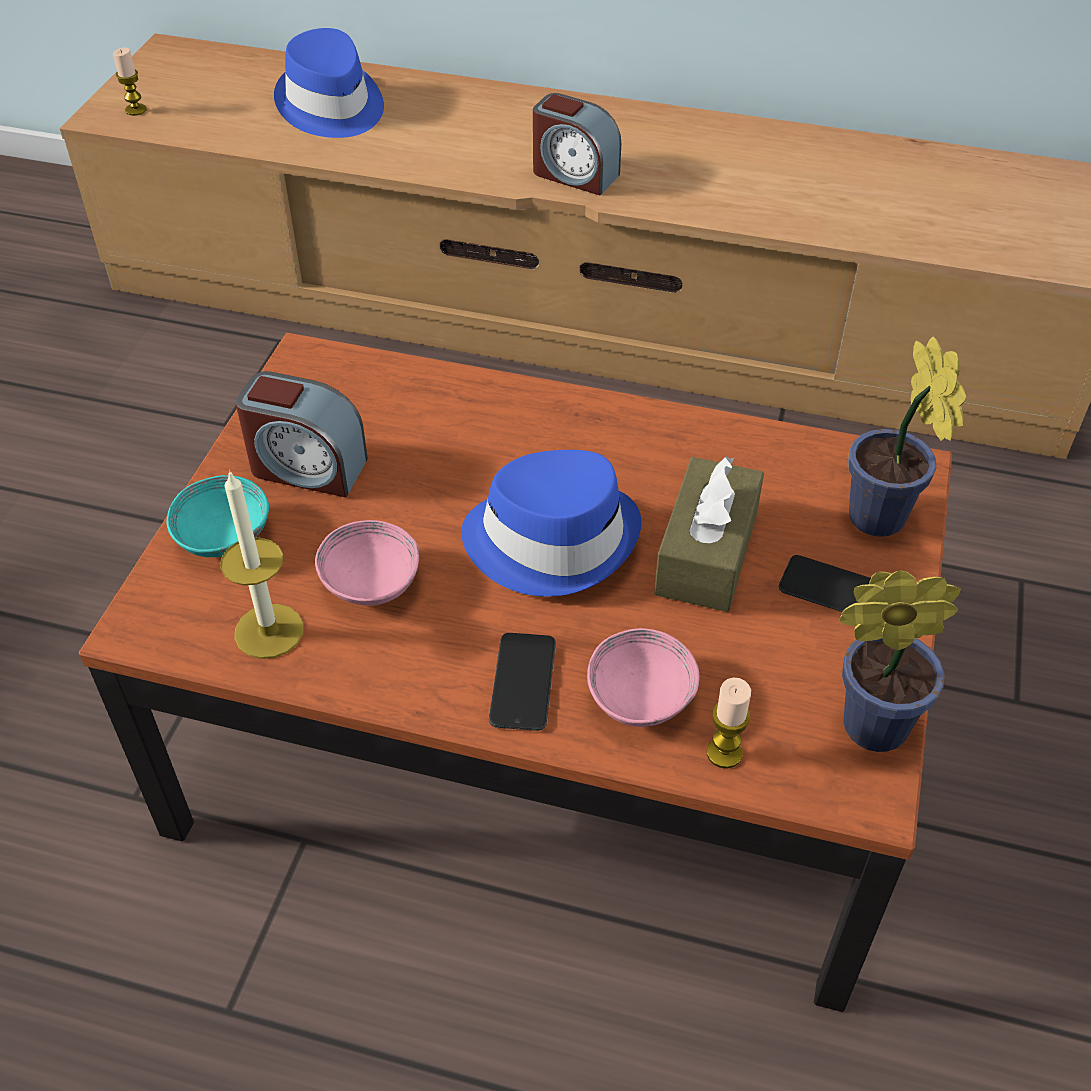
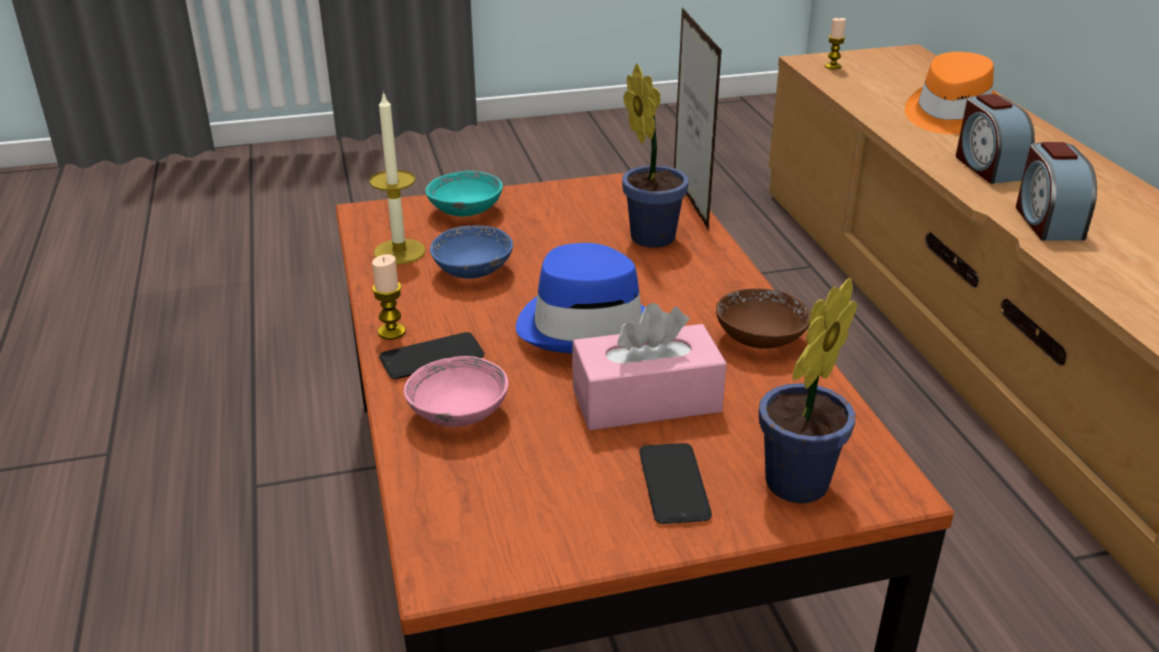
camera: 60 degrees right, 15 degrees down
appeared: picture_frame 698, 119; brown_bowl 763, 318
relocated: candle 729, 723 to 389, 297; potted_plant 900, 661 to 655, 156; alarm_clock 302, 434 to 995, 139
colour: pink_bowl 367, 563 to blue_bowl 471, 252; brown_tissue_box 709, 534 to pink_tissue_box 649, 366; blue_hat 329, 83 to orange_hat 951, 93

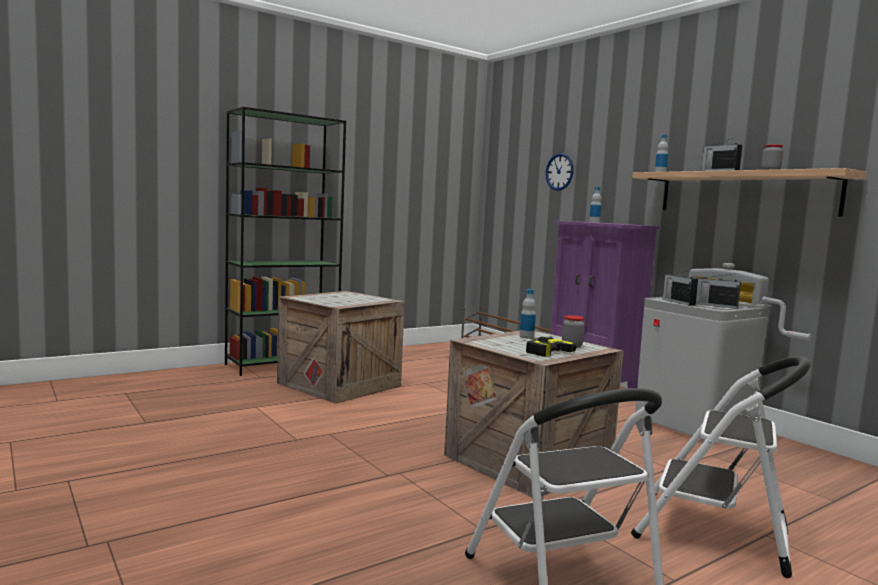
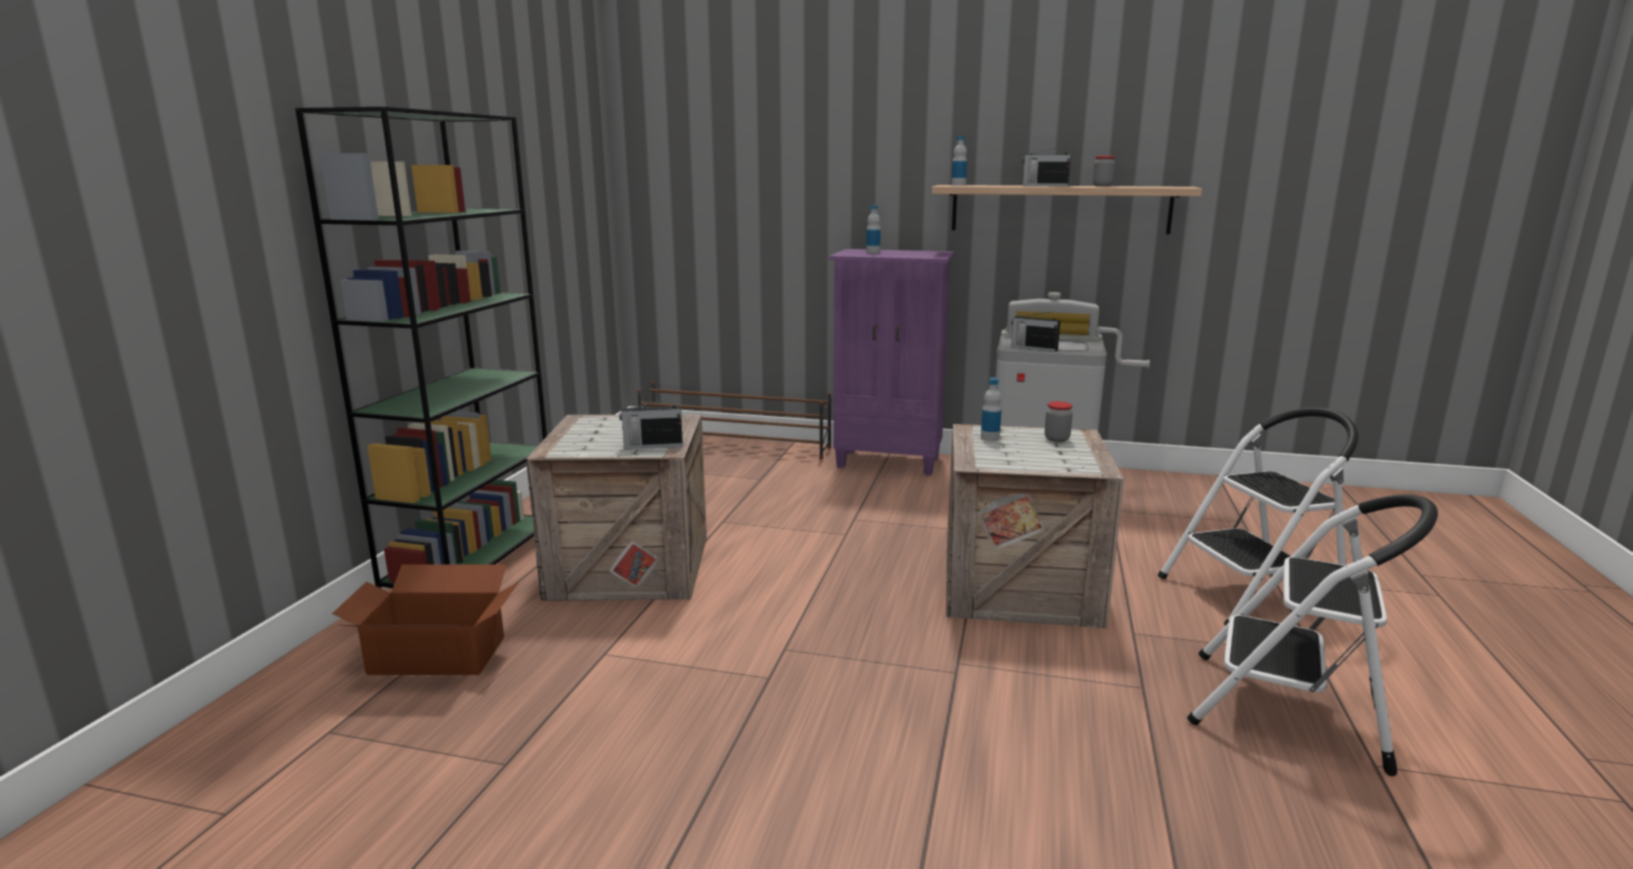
camera: 40 degrees left, 10 degrees up
missing: power_drill 549, 346; wall_clock 560, 172
appeared: cardboard_box 425, 619
relocated: radio 718, 291 to 651, 423

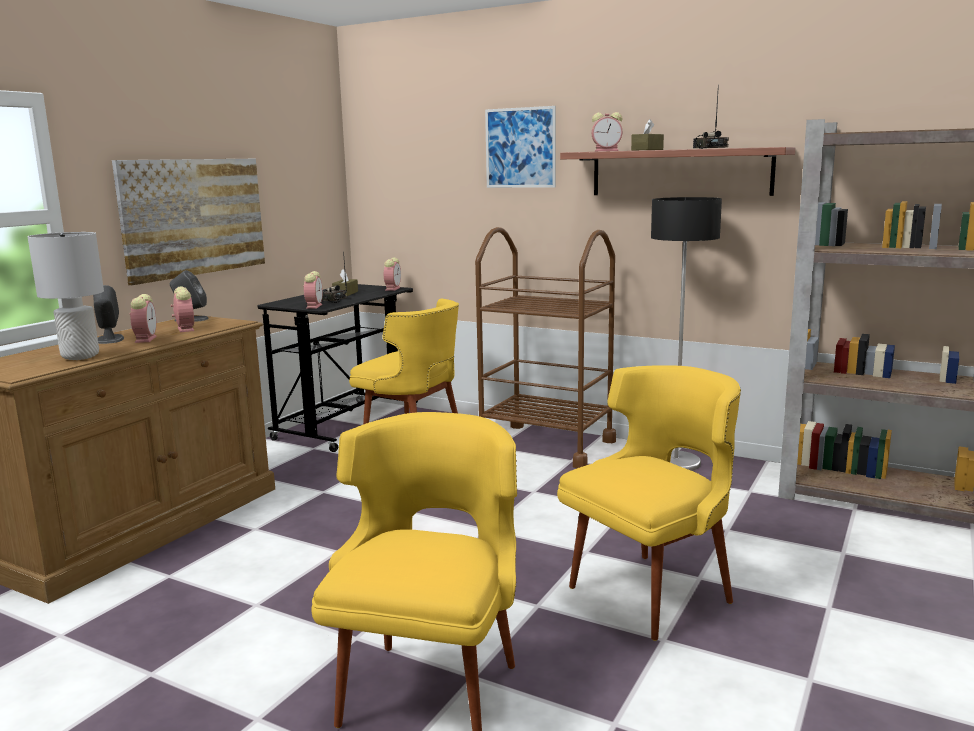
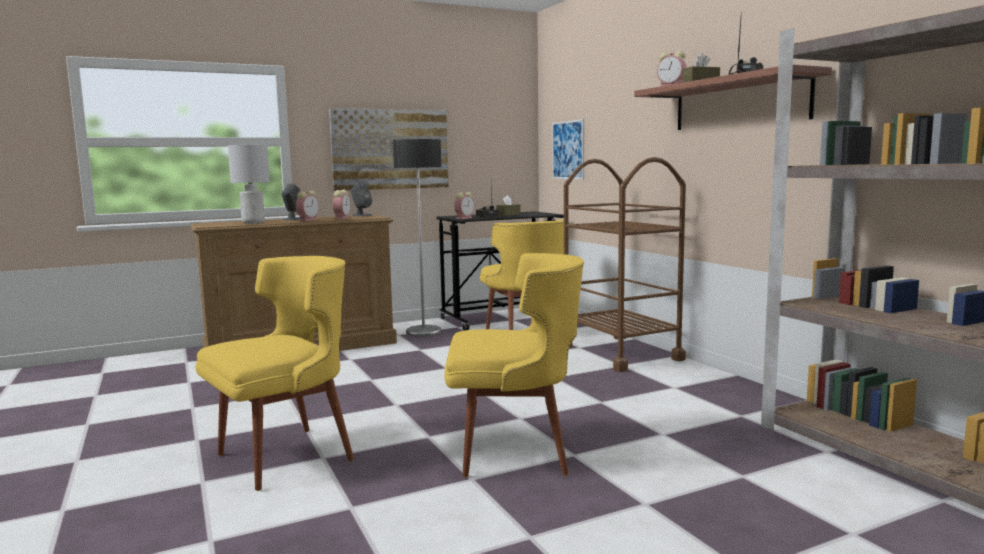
camera: 35 degrees right, 5 degrees down
missing: alarm_clock 392, 274
relocated: floor_lamp 686, 334 to 417, 237; picture 520, 147 to 568, 149

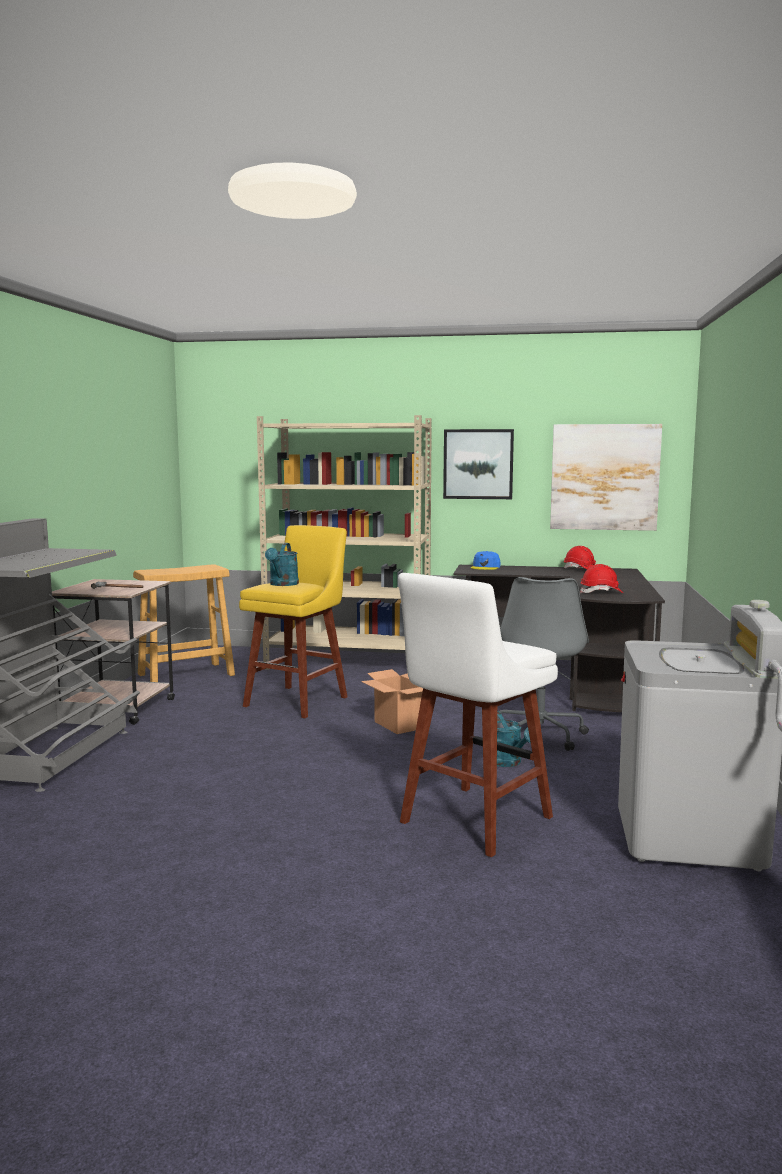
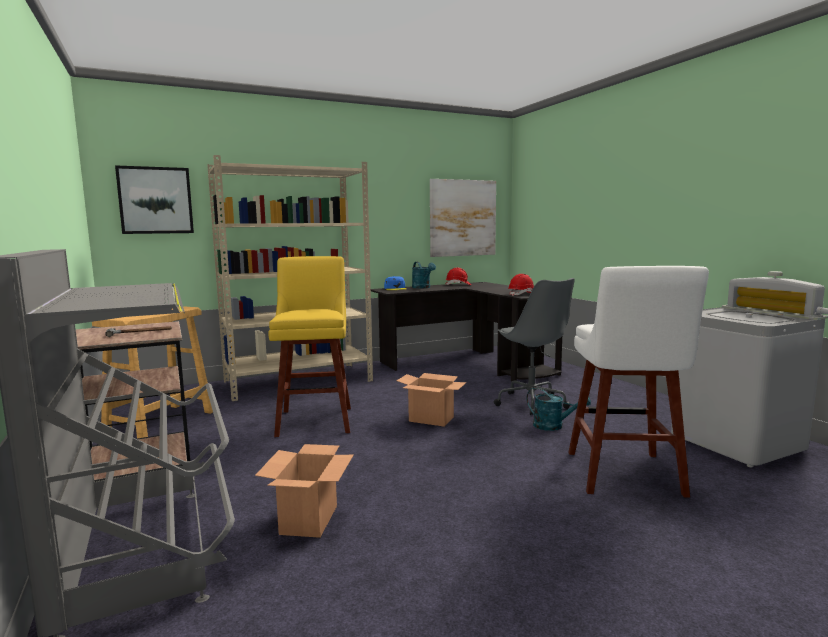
camera: 35 degrees left, 0 degrees up
appeared: cardboard_box 304, 491
relocated: picture 478, 464 to 154, 199; turquoise_watering_can 282, 564 to 424, 275

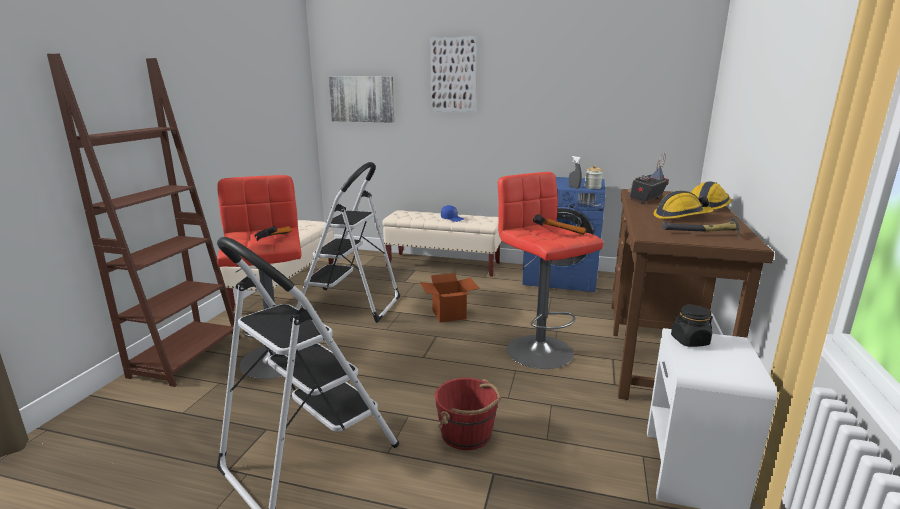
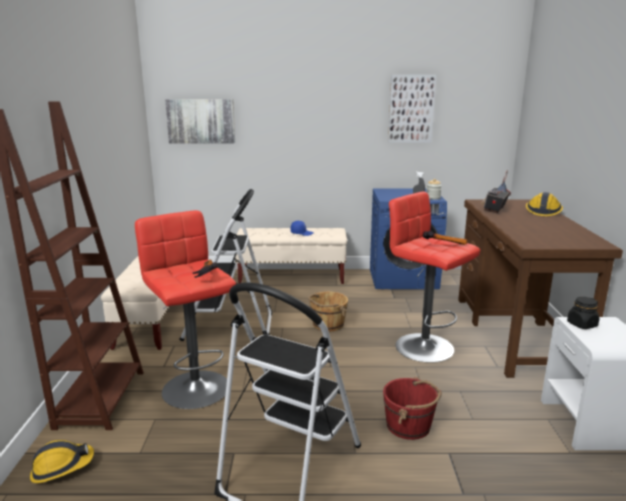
camera: 15 degrees left, 0 degrees up
missing: hammer 701, 228
relocated: hard_hat 683, 204 to 62, 461; picture 453, 74 to 412, 109
exchanged: cardboard_box 449, 298 to brown_bucket 328, 311

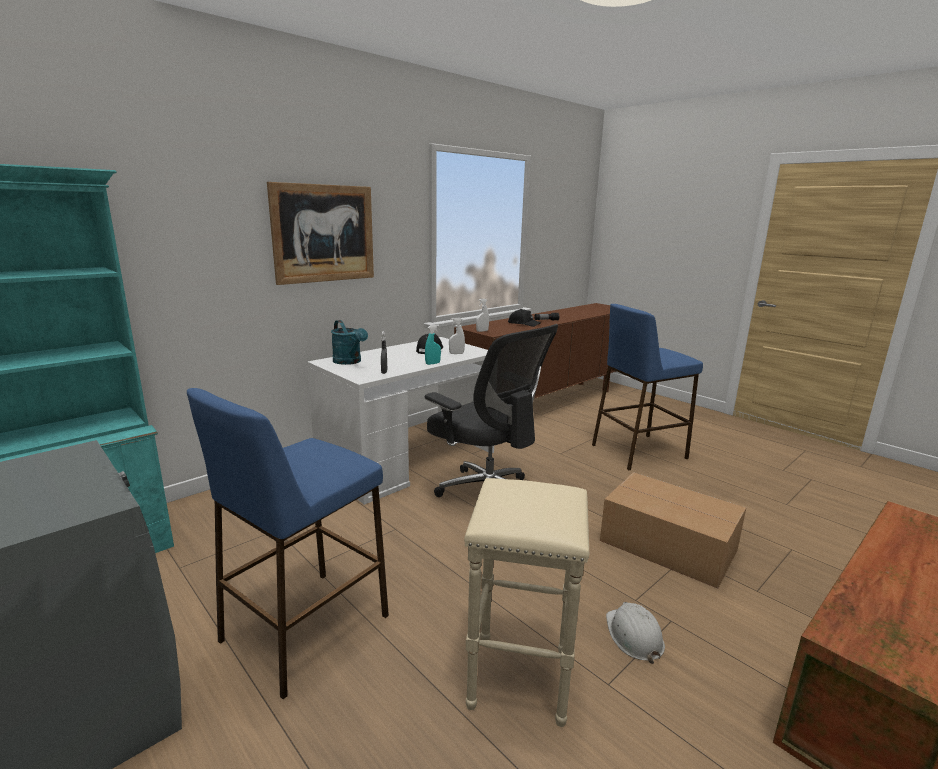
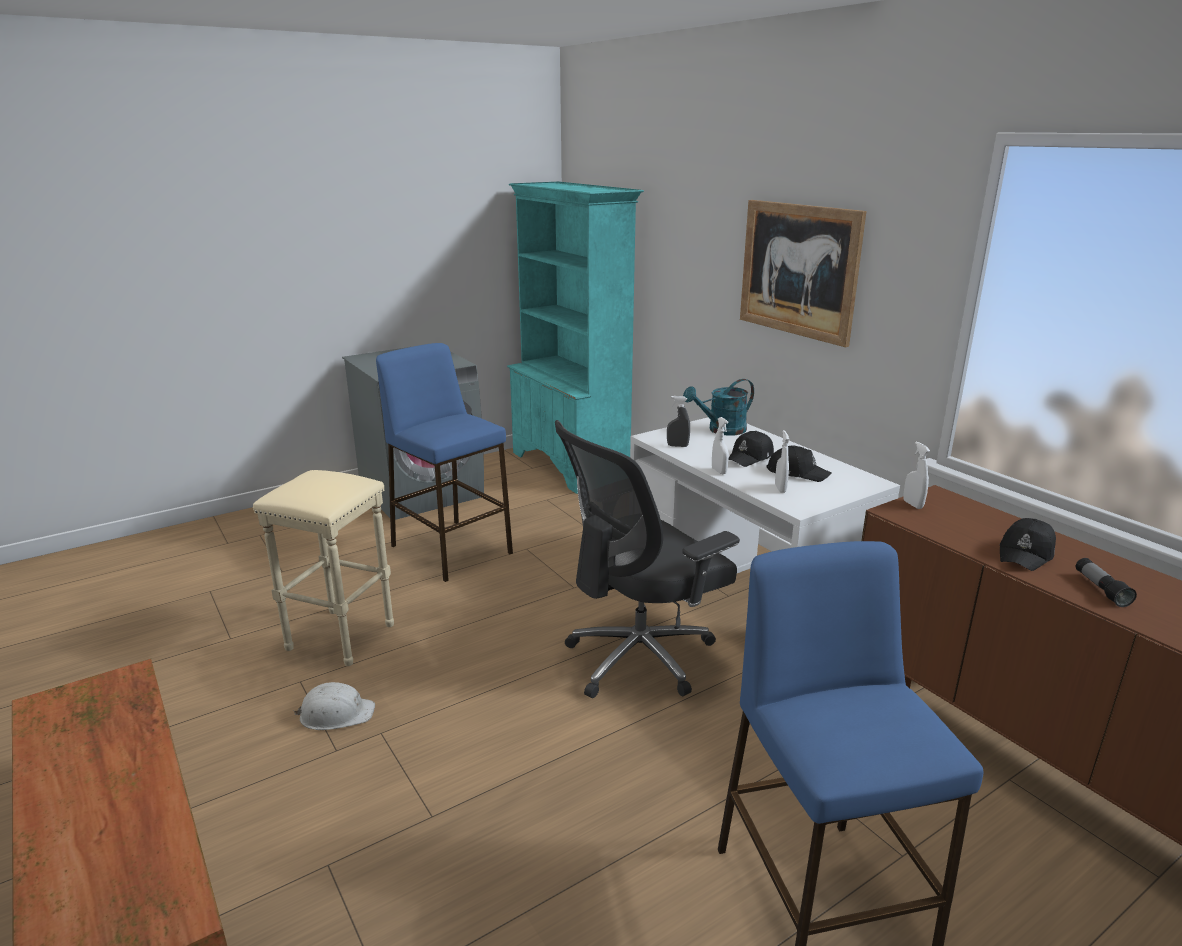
camera: 100 degrees right, 5 degrees up
missing: cardboard_box 673, 530
appeared: black_cap 751, 449
colour: turquoise_spray_bottle 433, 345 to white_spray_bottle 720, 445

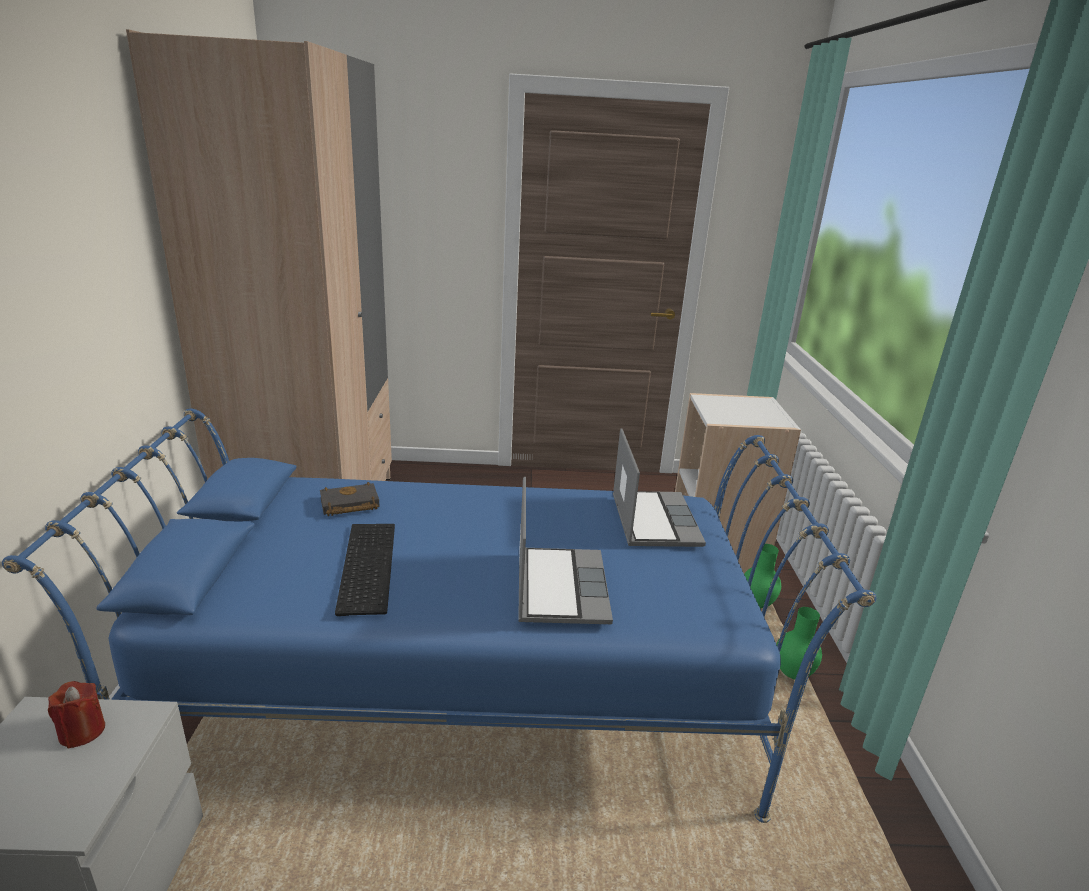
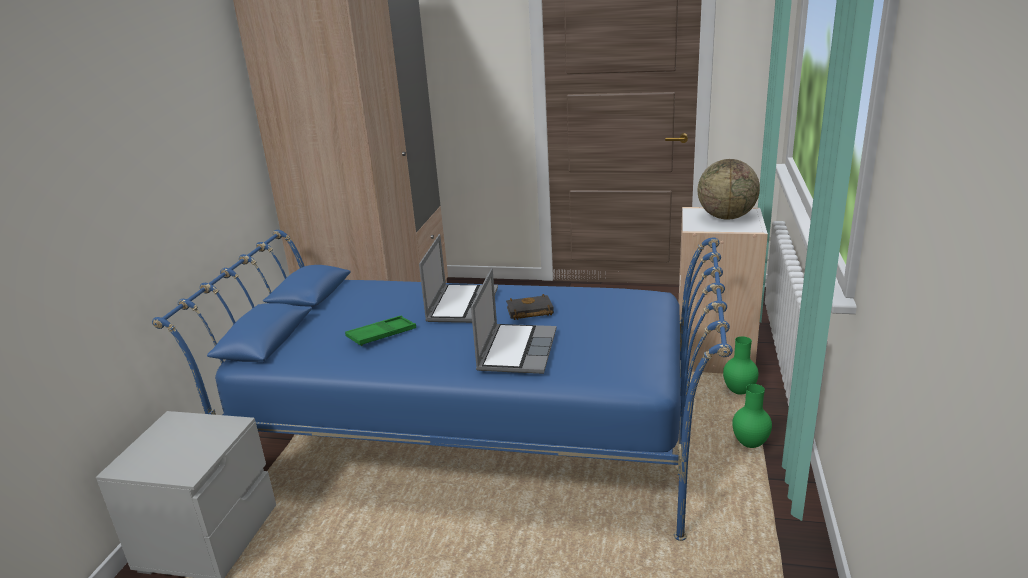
camera: 15 degrees right, 0 degrees up
missing: red_candle 76, 715
appeared: globe 729, 189
relocated: laptop 659, 487 to 458, 278; black_book 350, 499 to 530, 307
exchanged: keyboard 365, 570 to green_tray 380, 331

